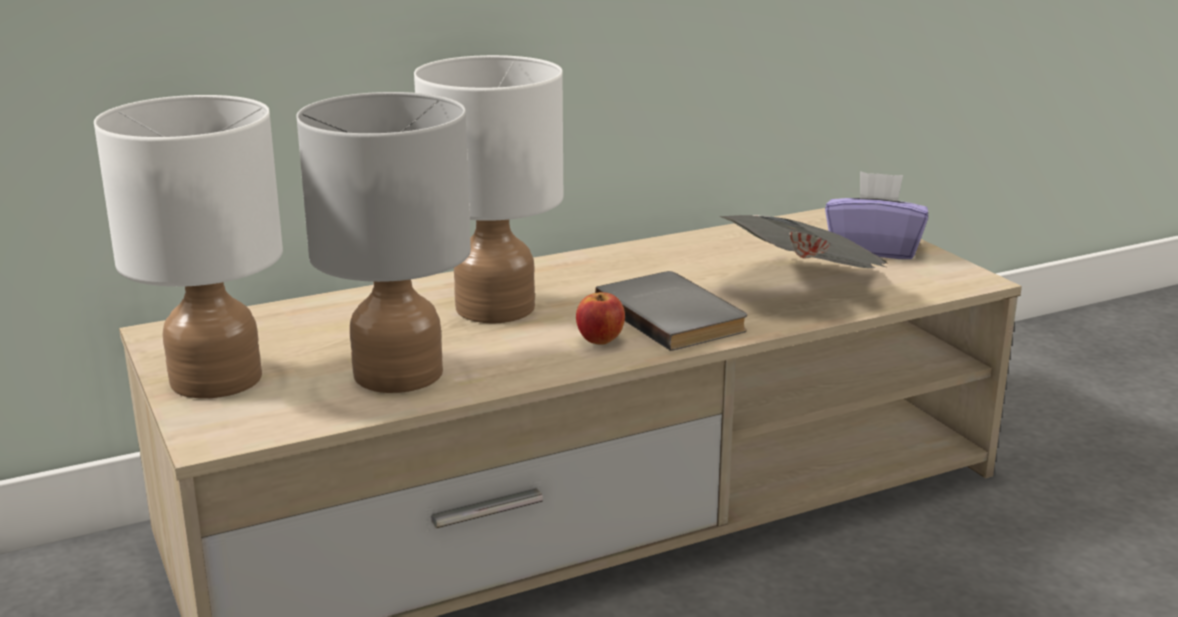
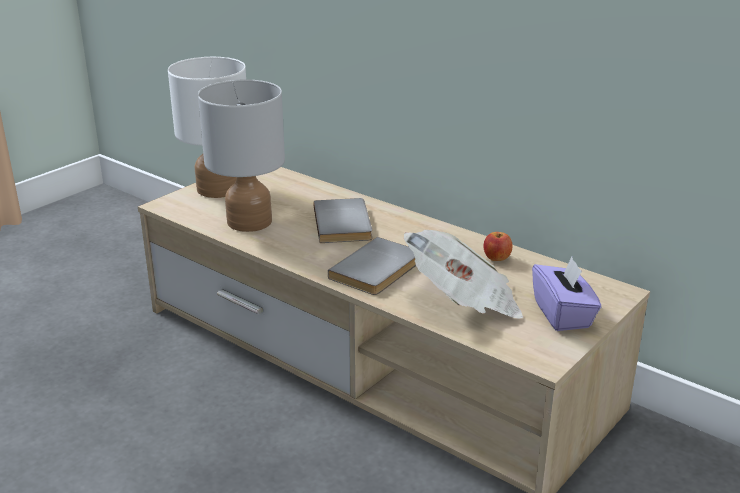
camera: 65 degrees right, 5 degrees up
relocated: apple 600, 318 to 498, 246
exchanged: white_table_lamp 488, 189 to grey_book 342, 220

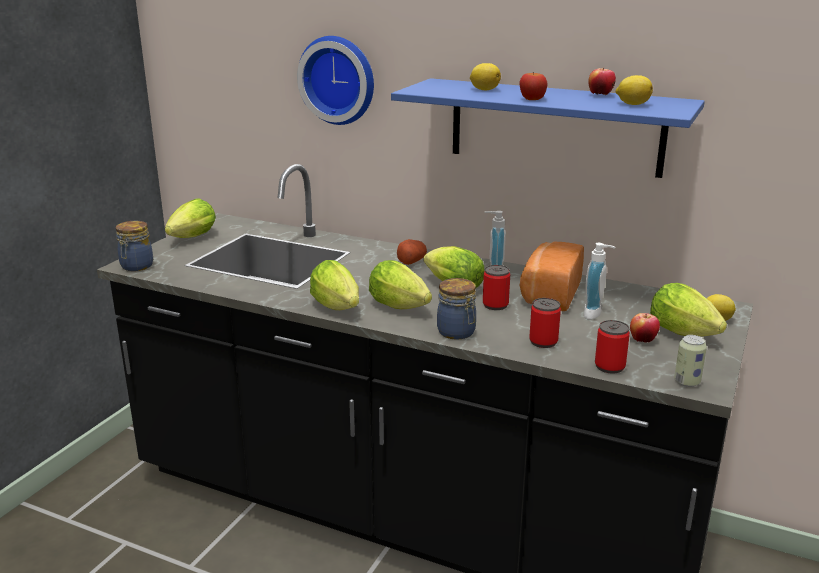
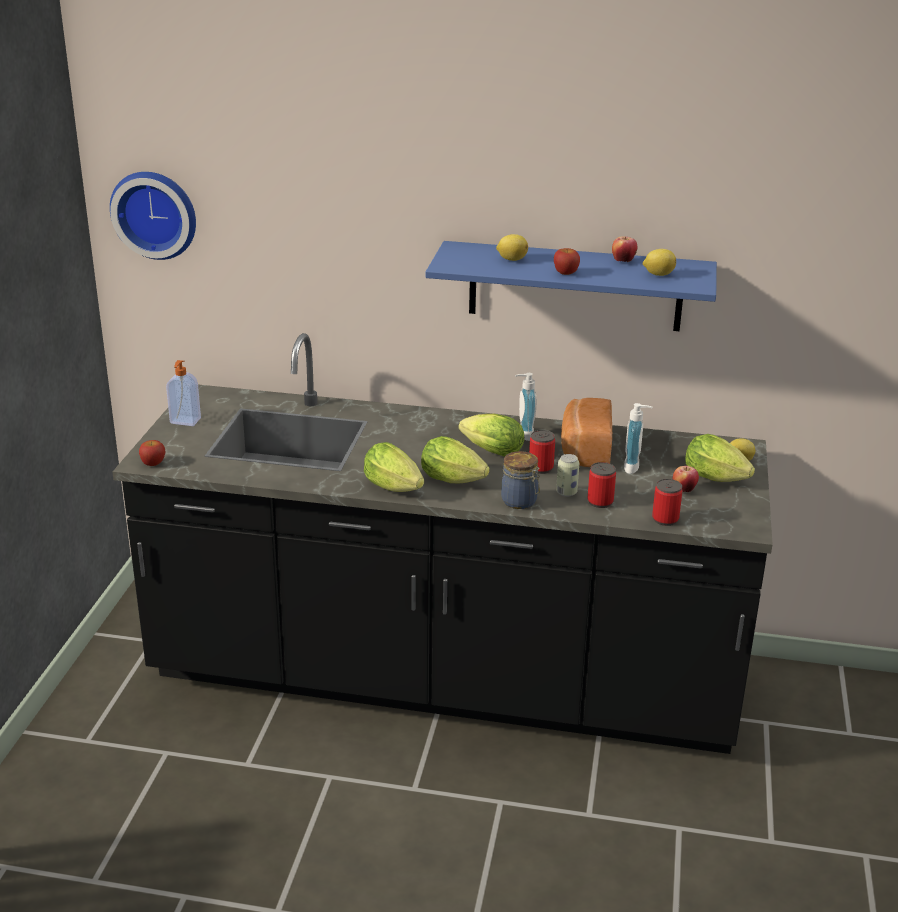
camera: 15 degrees left, 5 degrees up
missing: potato 412, 252
relocated: wall_clock 335, 80 to 153, 216; can 690, 361 to 567, 475
exchanged: jar 134, 246 to apple 152, 453; lettuce 190, 218 to soap_dispenser 183, 393

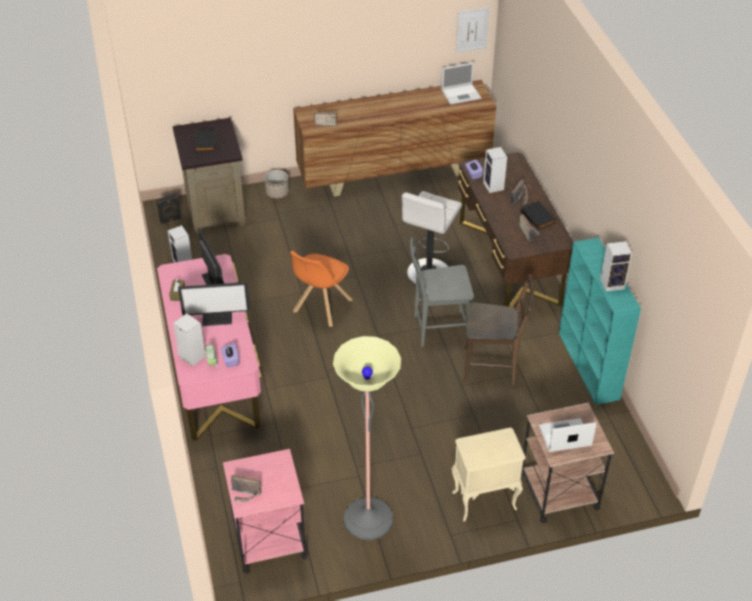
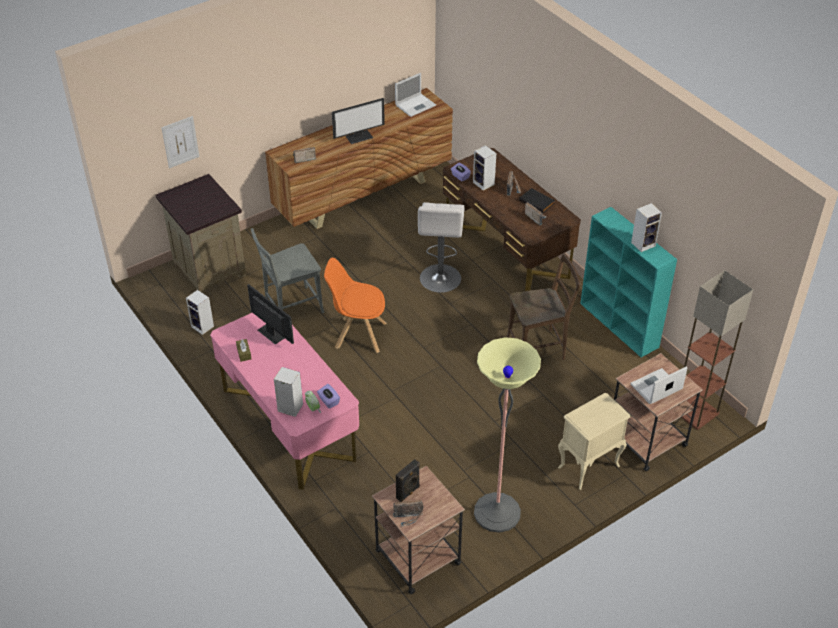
camera: 20 degrees left, 0 degrees up
missing: black_book 205, 140; planter 276, 184
appeared: floor_lamp 717, 350
relocated: picture 472, 30 to 180, 142; grey_chair 442, 292 to 287, 270; monitor 214, 304 to 358, 121; black_speaker 168, 209 to 408, 480
colour: pink_cart 265, 511 to brown_cart 418, 530
spun: orange_chair 321, 288 = 355, 305 90 degrees clockwise

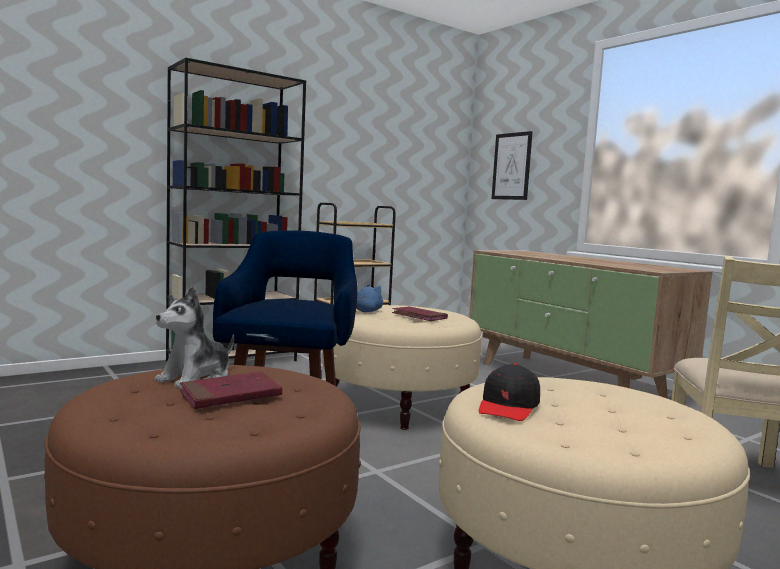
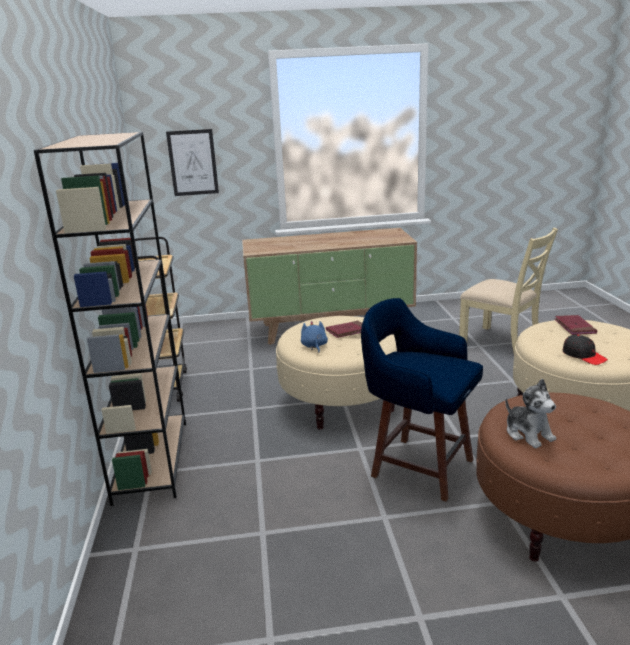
camera: 60 degrees left, 15 degrees up
relocated: red_book 231, 390 to 576, 325

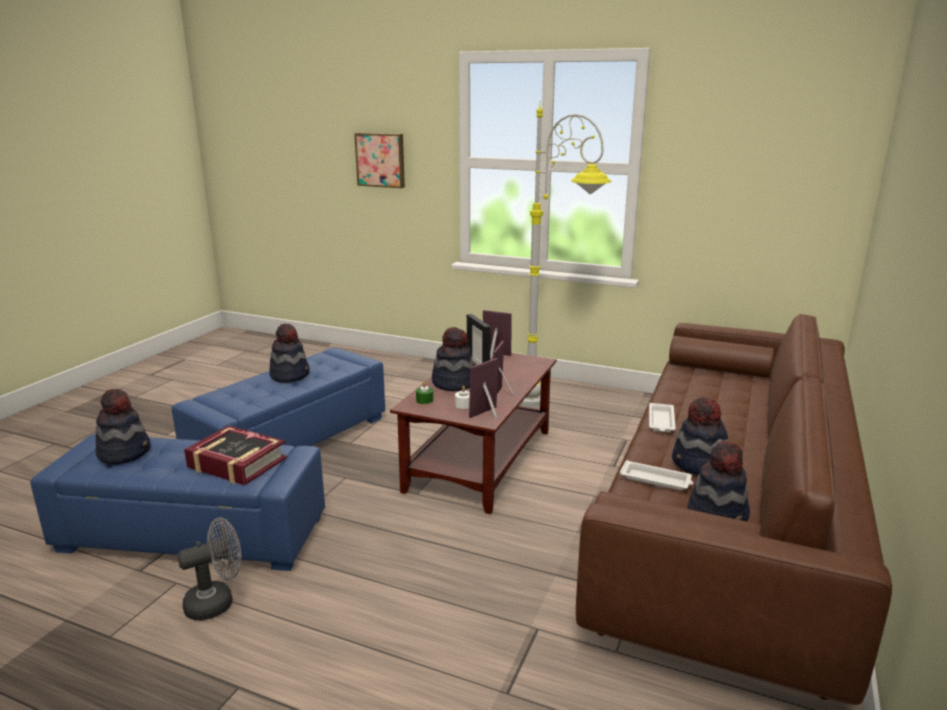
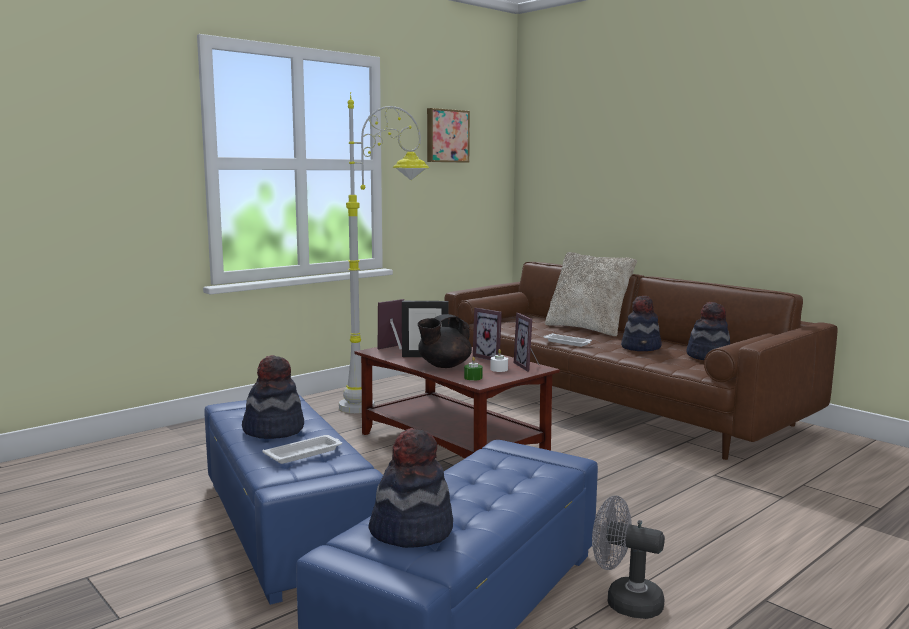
camera: 65 degrees left, 10 degrees down
missing: book 235, 455
appeared: beige_pillow 591, 294
relocated: white_tray 656, 475 to 302, 449; picture 379, 160 to 448, 135
exchanged: hat 453, 359 to black_teapot 445, 341
spun: grey_fan 209, 568 = 628, 557 60 degrees counterclockwise

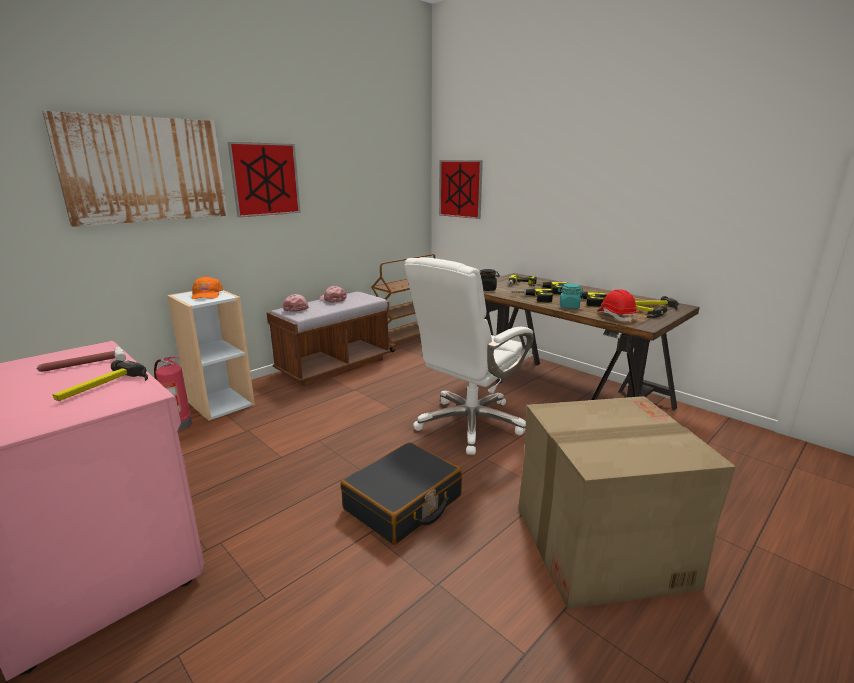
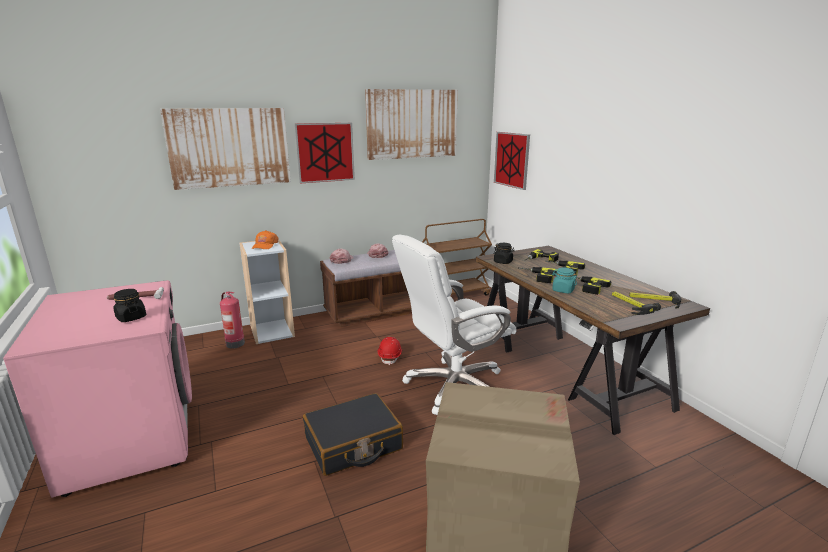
camera: 20 degrees right, 0 degrees up
appeared: picture 411, 124
relocated: red_hard_hat 617, 306 to 390, 351
exchanged: hammer 100, 380 to black_jar 129, 305

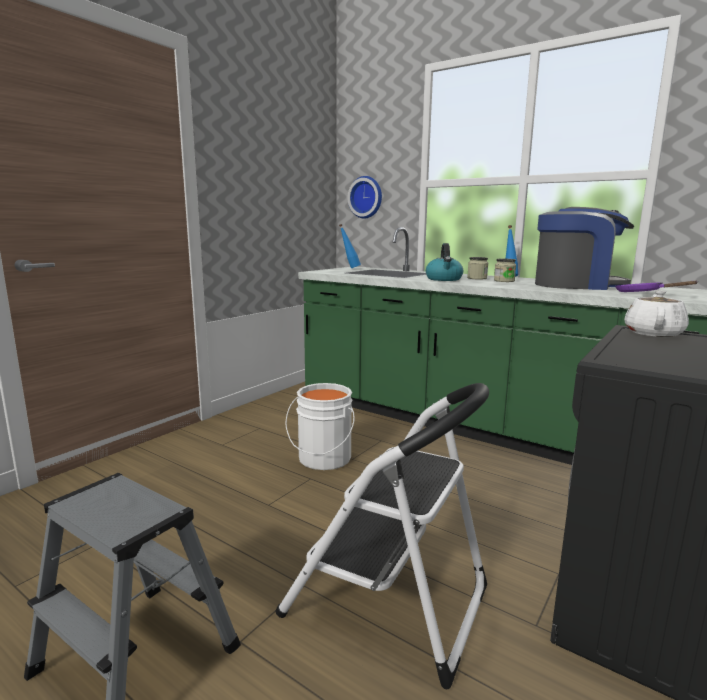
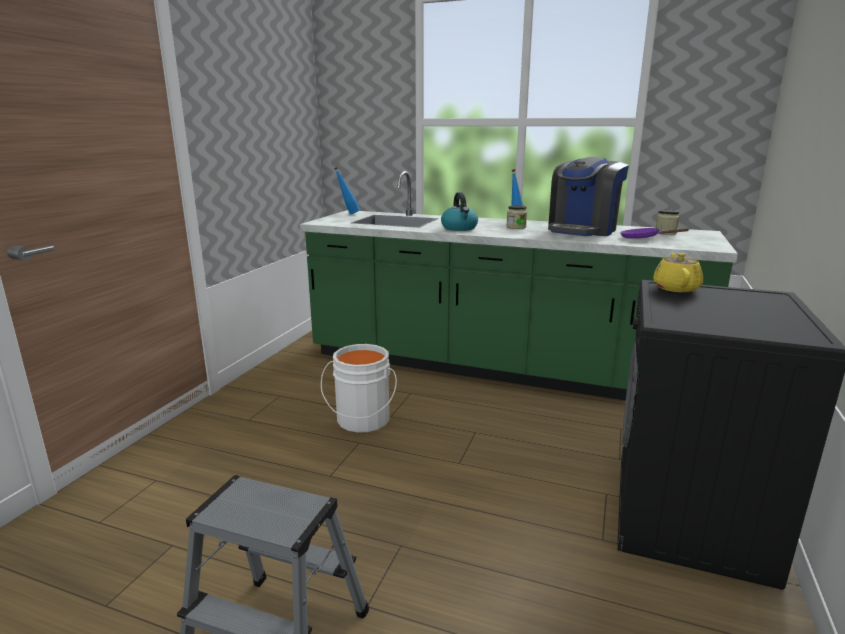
camera: 15 degrees left, 5 degrees up
missing: step_ladder 382, 536; wall_clock 364, 197
relocated: jar 477, 268 to 667, 222
colour: white_teapot 656, 314 to yellow_teapot 678, 272
spun: coffee_machine 584, 248 = 588, 196 135 degrees clockwise

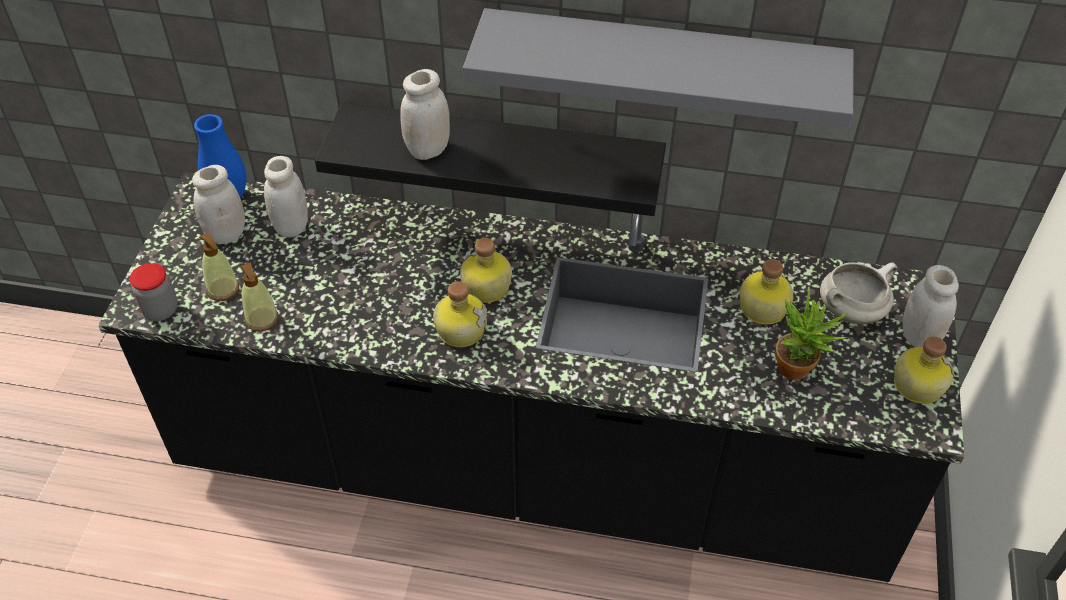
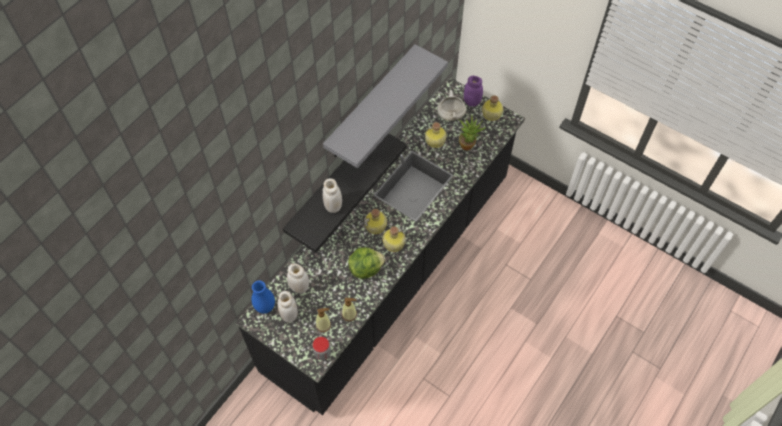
camera: 65 degrees left, 10 degrees up
appeared: lettuce 366, 263
colour: white_jar 931, 306 to purple_jar 473, 91

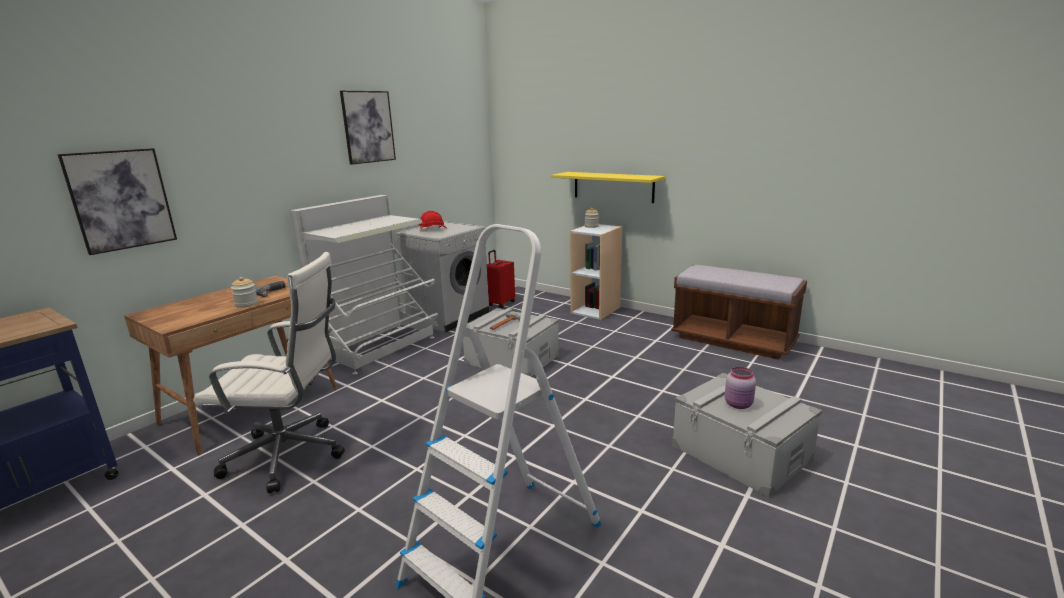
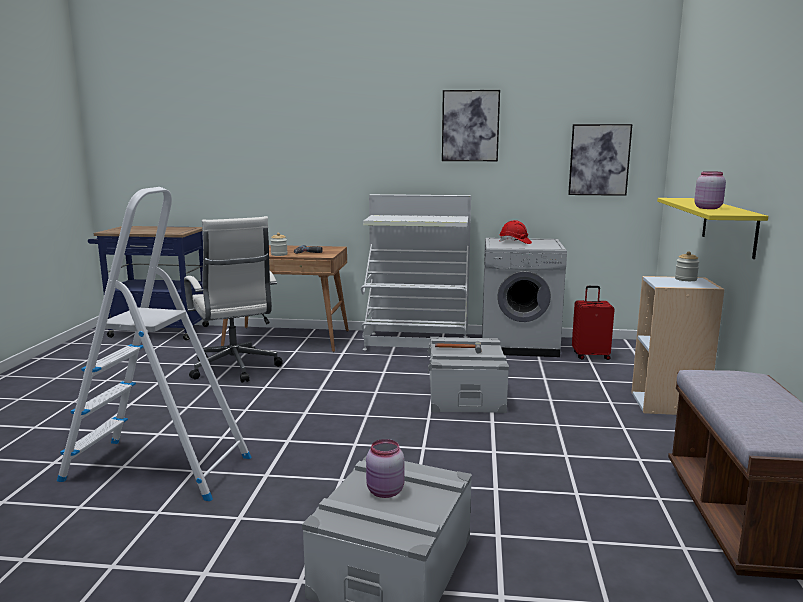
camera: 60 degrees right, 5 degrees down
appeared: pink_jar 710, 190
relocated: picture 117, 201 to 600, 160

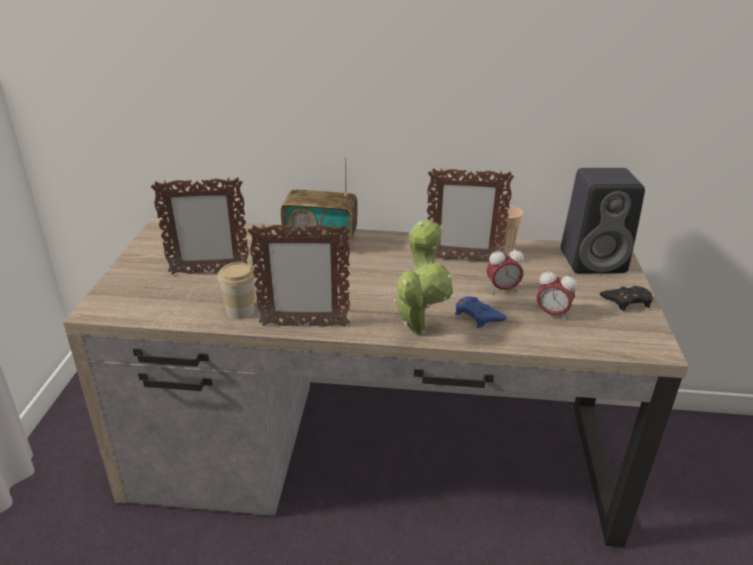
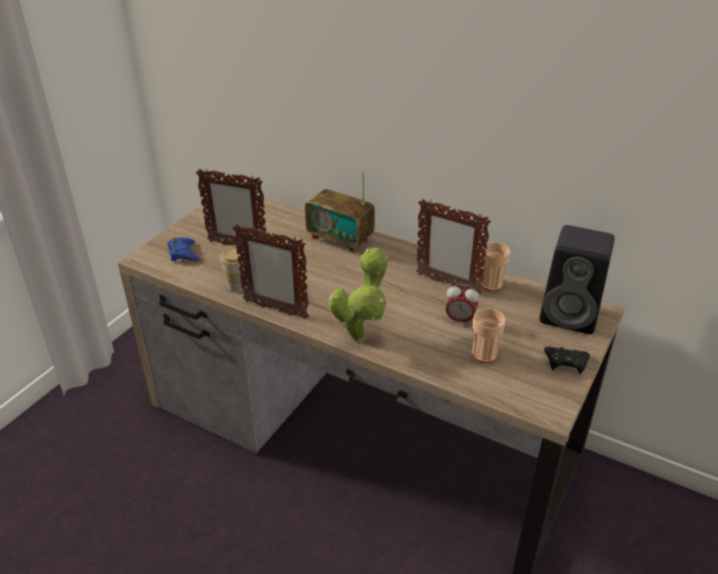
camera: 25 degrees right, 5 degrees up
relocated: blue_game_controller 481, 312 to 183, 249
exchanged: alarm_clock 556, 294 to cup 489, 335

